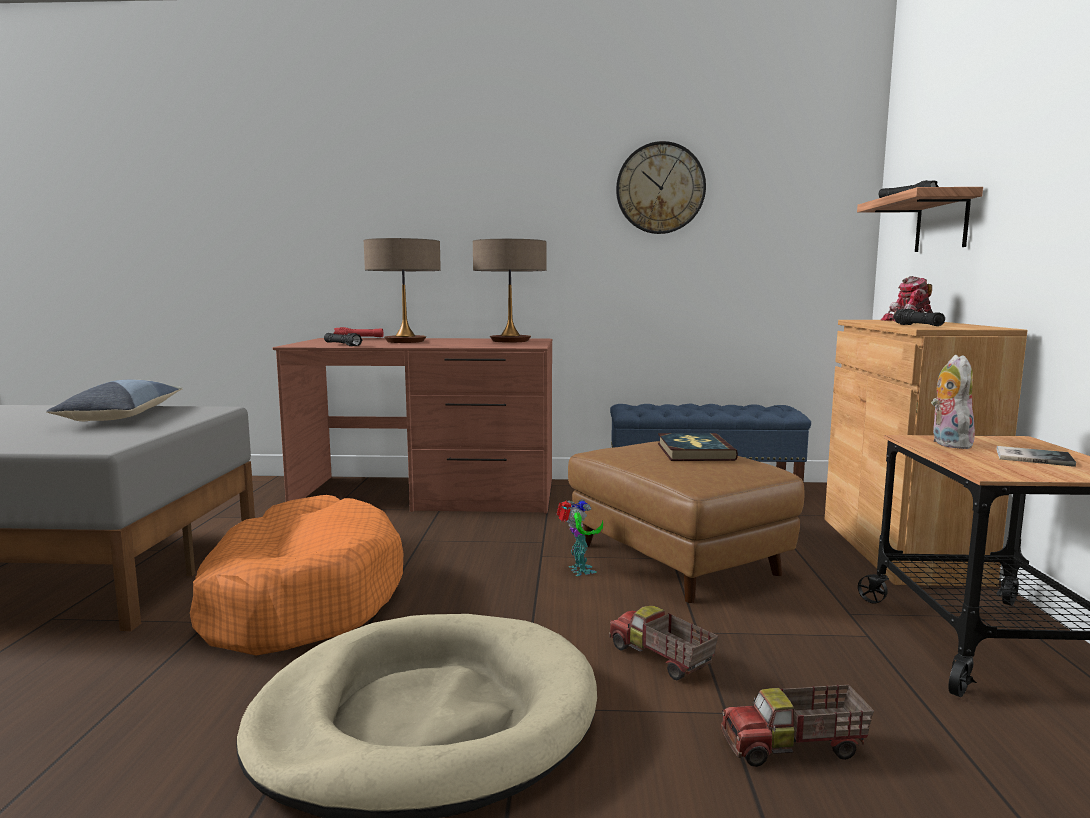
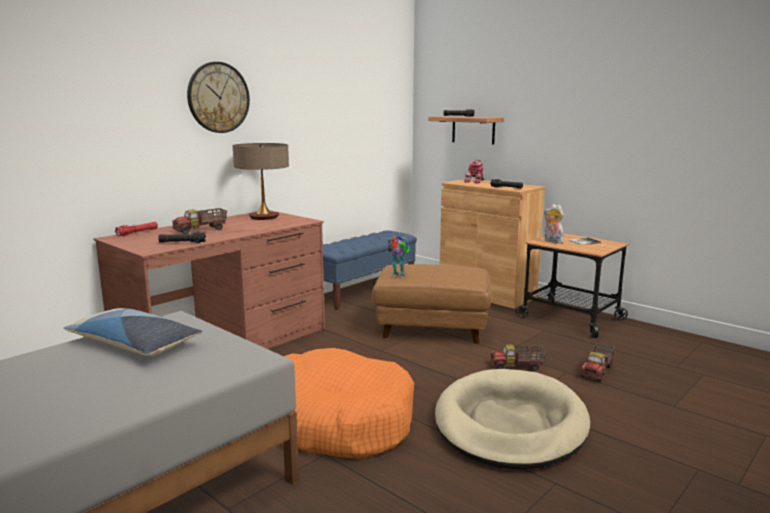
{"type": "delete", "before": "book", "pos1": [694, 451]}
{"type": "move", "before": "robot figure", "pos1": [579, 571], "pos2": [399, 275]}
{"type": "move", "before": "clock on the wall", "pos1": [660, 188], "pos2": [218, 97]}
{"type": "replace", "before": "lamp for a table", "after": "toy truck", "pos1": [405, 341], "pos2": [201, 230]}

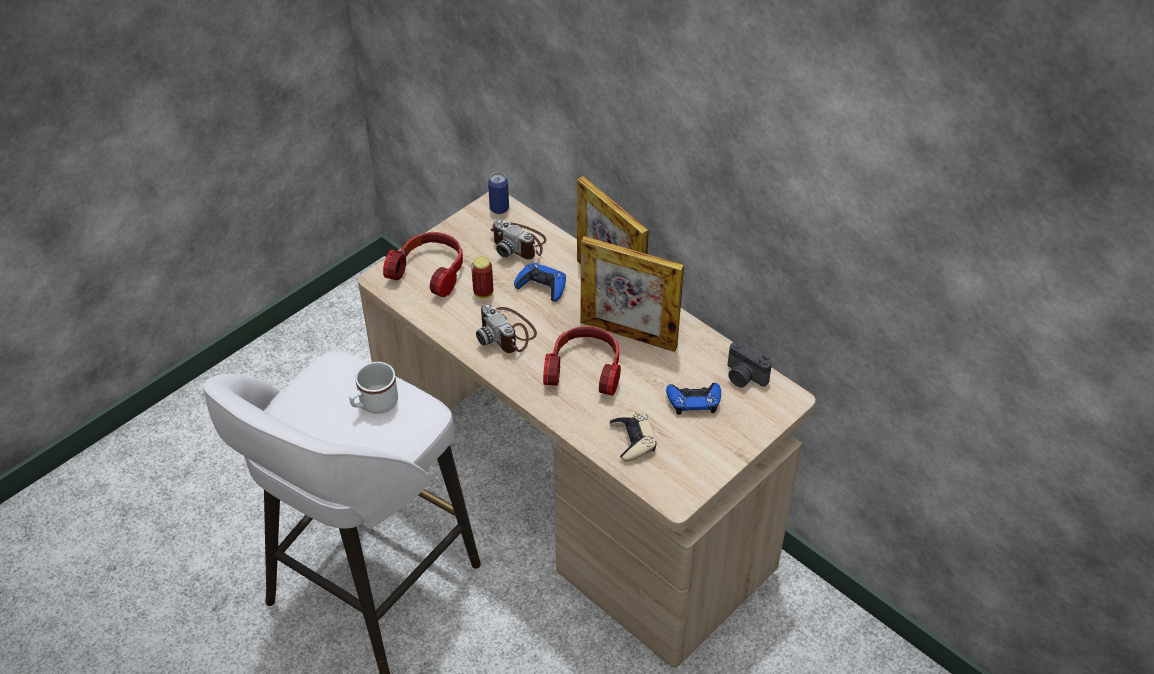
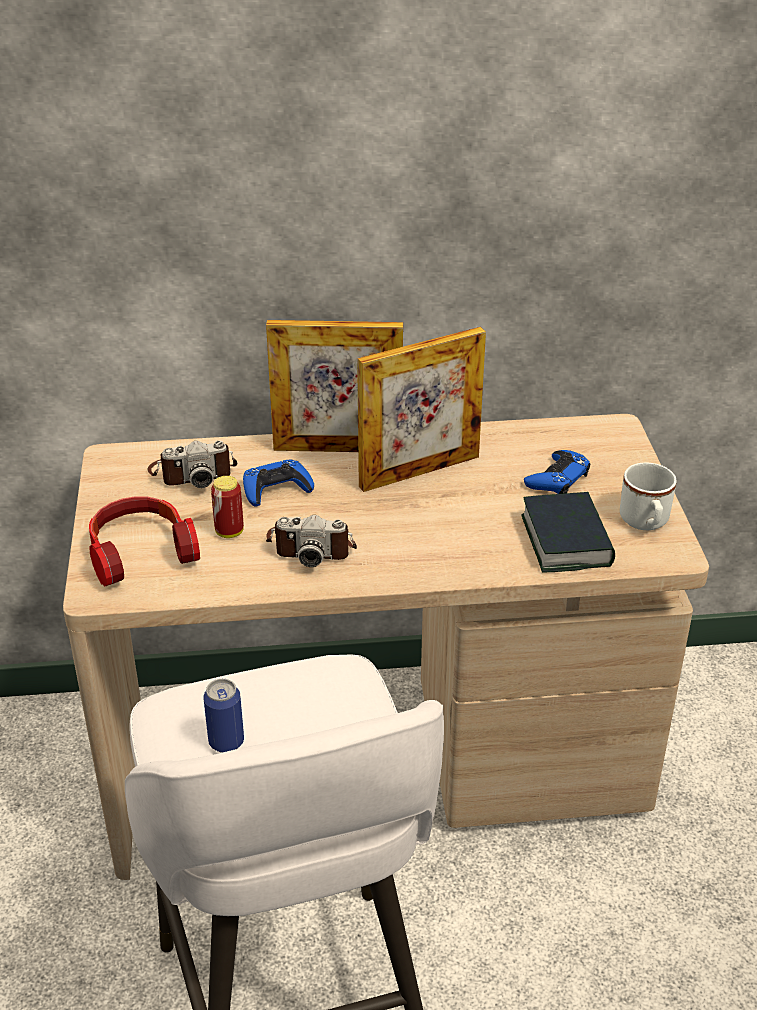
{"type": "delete", "before": "headphones", "pos1": [585, 369]}
{"type": "delete", "before": "photo camera", "pos1": [744, 377]}
{"type": "move", "before": "tea mug (whitish)", "pos1": [374, 405], "pos2": [645, 523]}
{"type": "move", "before": "sealed can", "pos1": [499, 208], "pos2": [226, 742]}
{"type": "replace", "before": "game controller (sand-coloured)", "after": "book", "pos1": [633, 439], "pos2": [566, 540]}

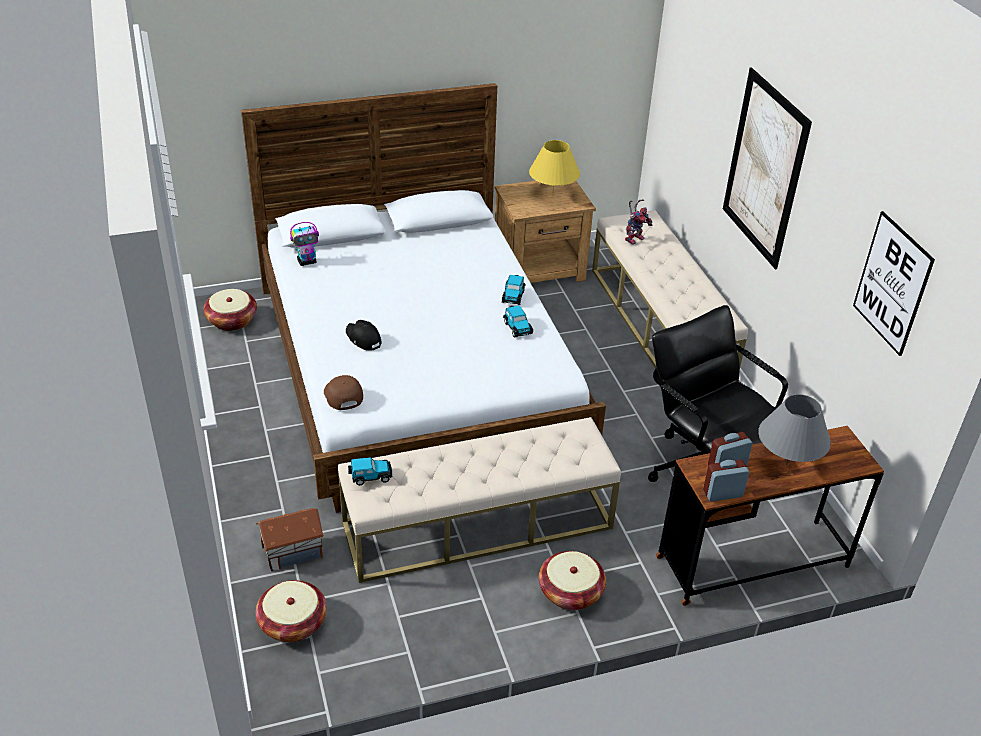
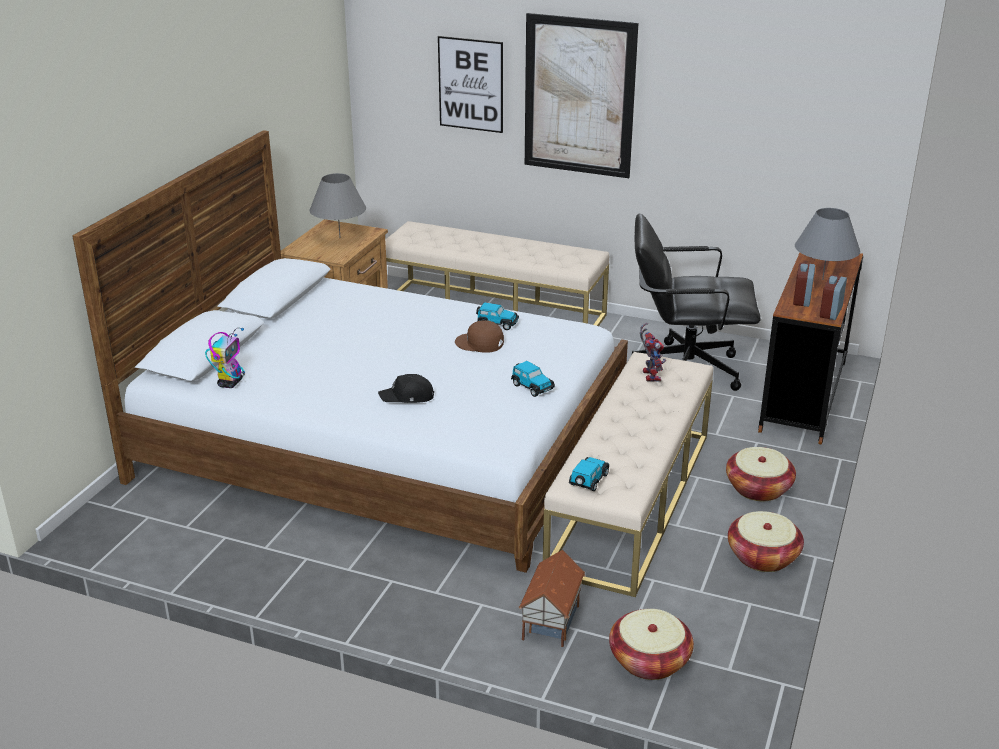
{"type": "move", "before": "storage basket", "pos1": [232, 320], "pos2": [762, 557]}
{"type": "move", "before": "cap (brown)", "pos1": [342, 395], "pos2": [479, 343]}
{"type": "move", "before": "model car", "pos1": [513, 296], "pos2": [532, 387]}
{"type": "move", "before": "robot figure", "pos1": [634, 238], "pos2": [649, 374]}
{"type": "move", "before": "wall picture", "pos1": [892, 283], "pos2": [471, 84]}
{"type": "recolor", "before": "lamp for a table (yellowish)", "after": "lamp for a table (greyish)", "pos1": [552, 196], "pos2": [340, 237]}

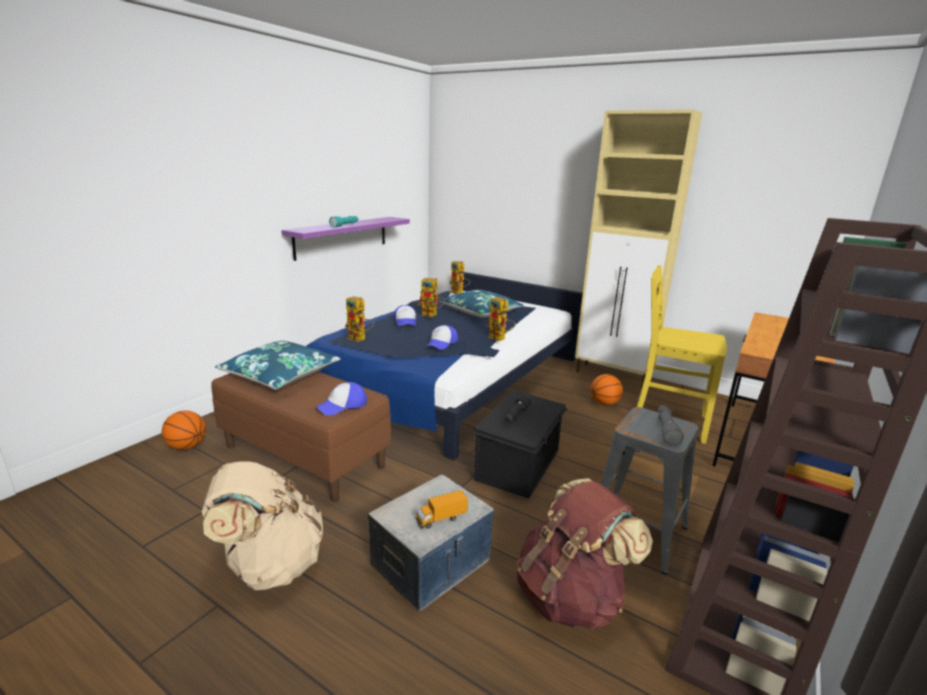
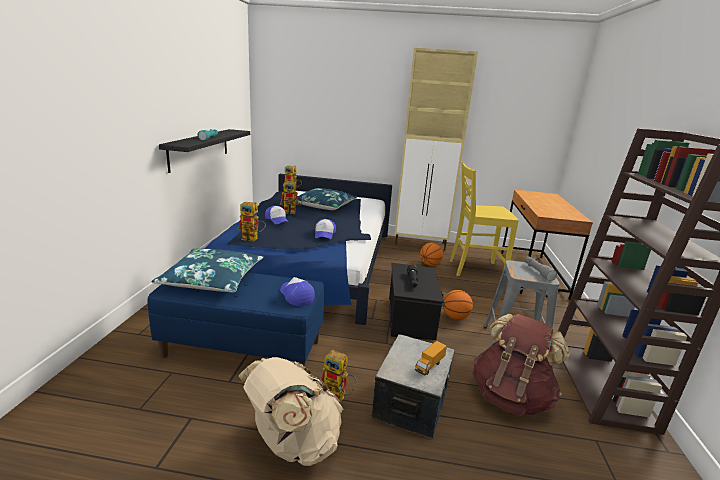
{"type": "move", "before": "basketball ball", "pos1": [187, 446], "pos2": [455, 317]}
{"type": "move", "before": "robot figure", "pos1": [500, 339], "pos2": [338, 398]}
{"type": "recolor", "before": "indoor bench (brown)", "after": "indoor bench (bluish)", "pos1": [305, 456], "pos2": [244, 348]}
{"type": "recolor", "before": "shelf (purple)", "after": "shelf (black-coloured)", "pos1": [342, 237], "pos2": [199, 148]}
{"type": "rotate", "before": "cap", "pos1": [342, 405], "pos2": [296, 296], "turn": 120}

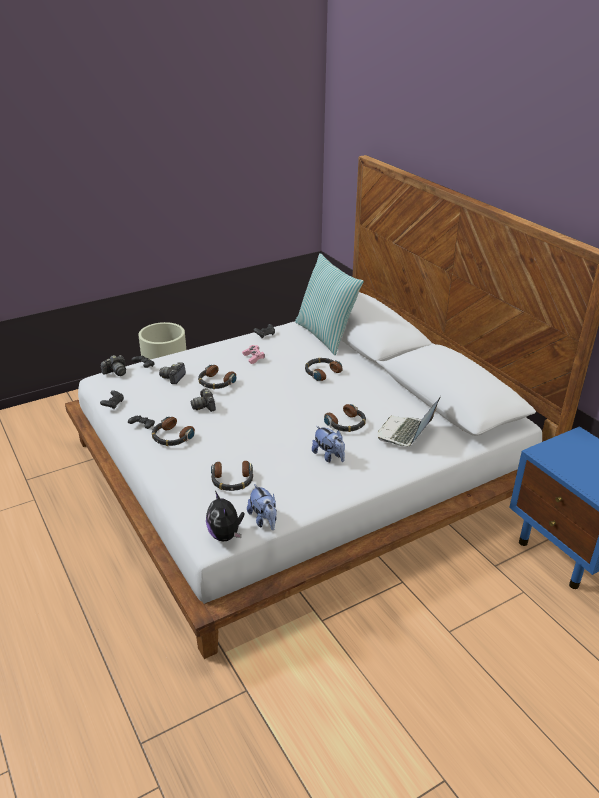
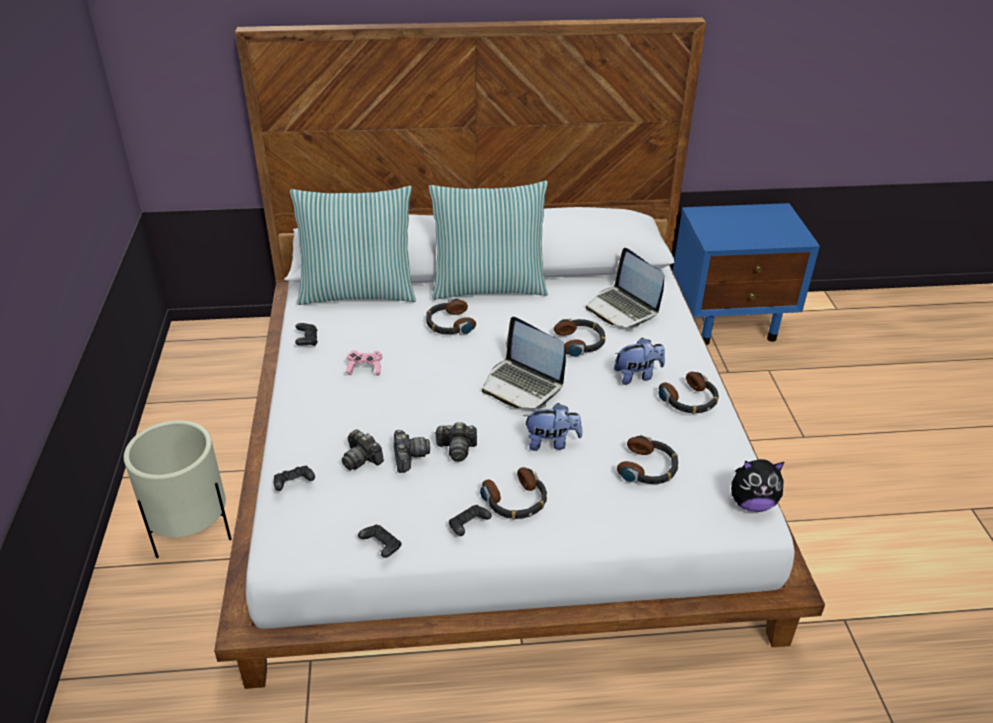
{"type": "insert", "after": "pillow", "pos2": [488, 287]}
{"type": "insert", "after": "laptop", "pos2": [522, 385]}
{"type": "move", "before": "photo camera", "pos1": [116, 372], "pos2": [409, 457]}
{"type": "move", "before": "headphones", "pos1": [216, 382], "pos2": [689, 400]}
{"type": "move", "before": "cuddly toy", "pos1": [264, 520], "pos2": [551, 443]}

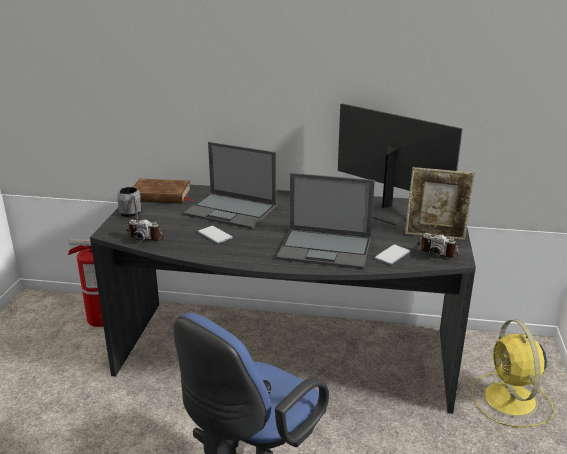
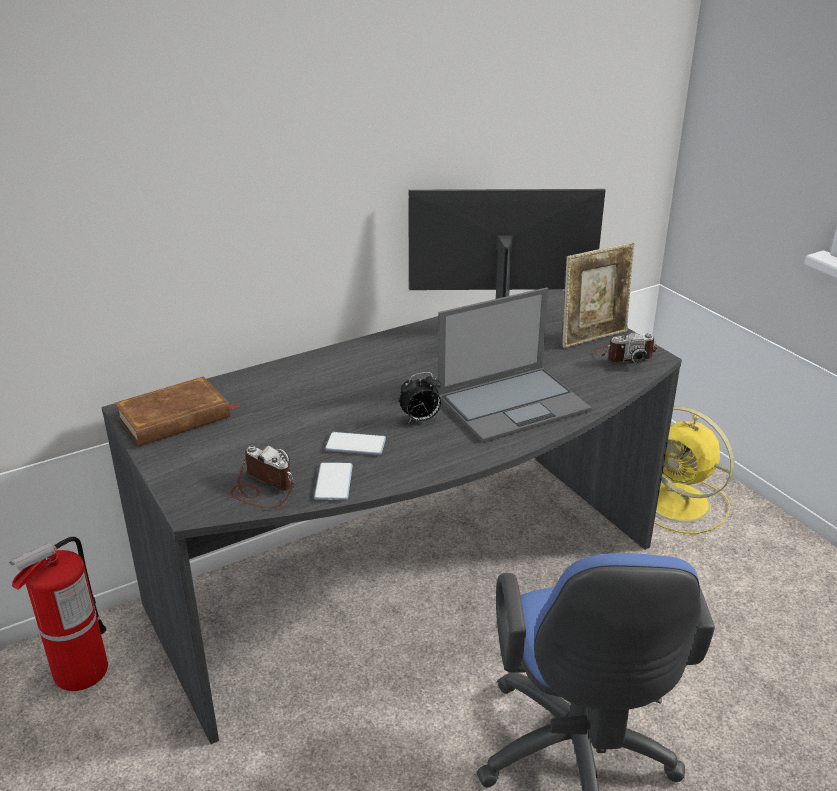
{"type": "delete", "before": "tea mug (greyish)", "pos1": [132, 214]}
{"type": "delete", "before": "laptop", "pos1": [232, 210]}
{"type": "insert", "after": "bedside clock", "pos2": [420, 419]}
{"type": "move", "before": "phone", "pos1": [392, 255], "pos2": [333, 482]}
{"type": "rotate", "before": "photo camera", "pos1": [147, 236], "pos2": [262, 488], "turn": -120}

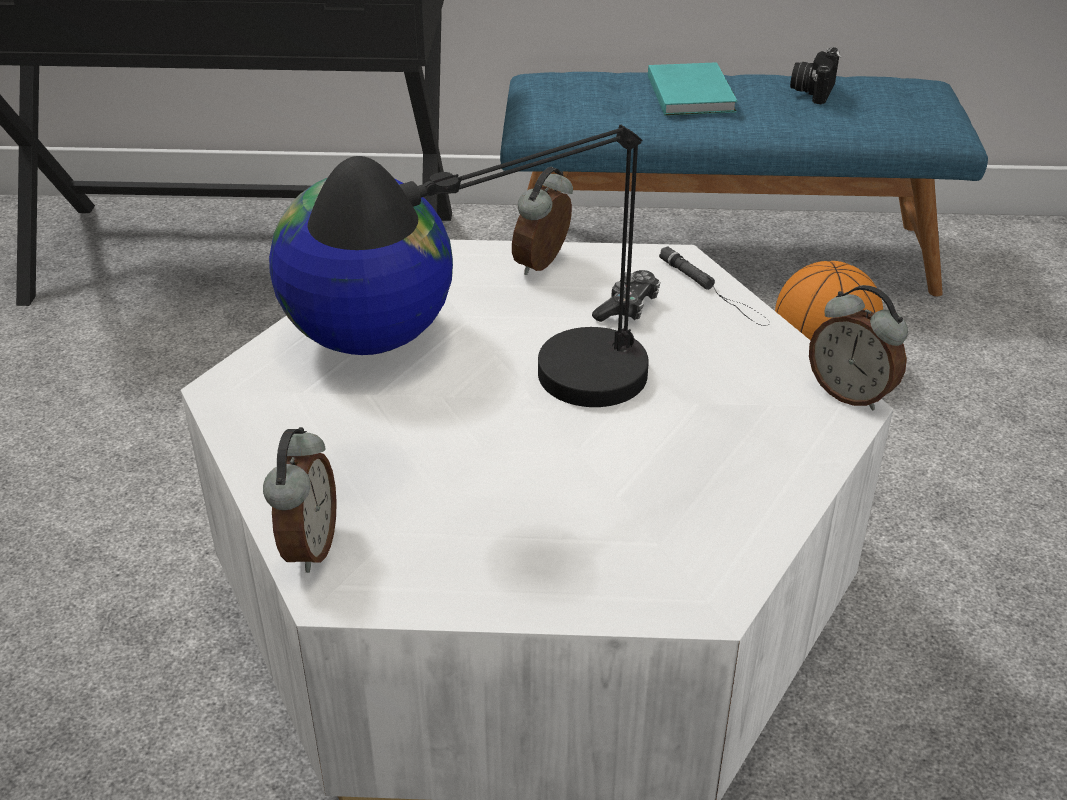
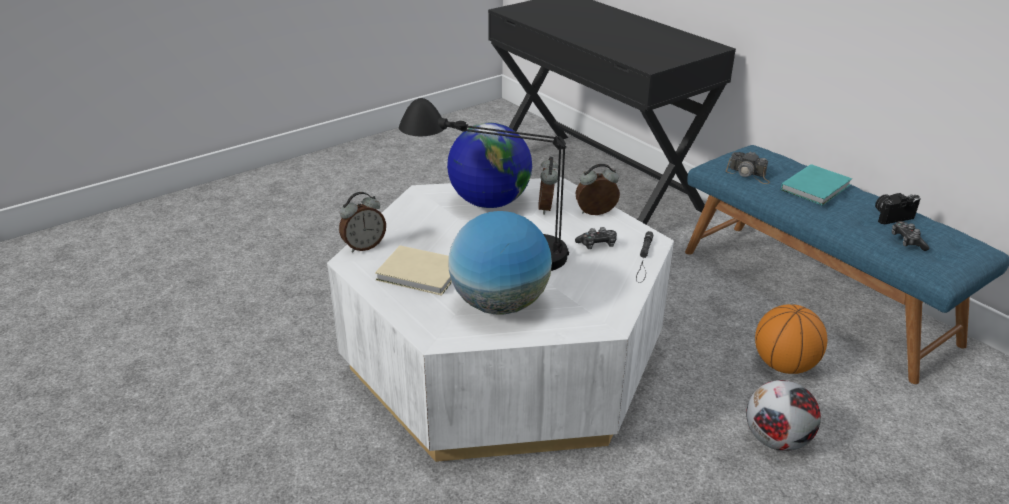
{"type": "insert", "after": "book (sand-coloured)", "pos2": [421, 274]}
{"type": "insert", "after": "desk globe", "pos2": [499, 304]}
{"type": "insert", "after": "photo camera", "pos2": [748, 174]}
{"type": "insert", "after": "football", "pos2": [776, 441]}
{"type": "insert", "after": "game controller", "pos2": [907, 241]}
{"type": "move", "before": "bedside clock", "pos1": [851, 394], "pos2": [547, 208]}

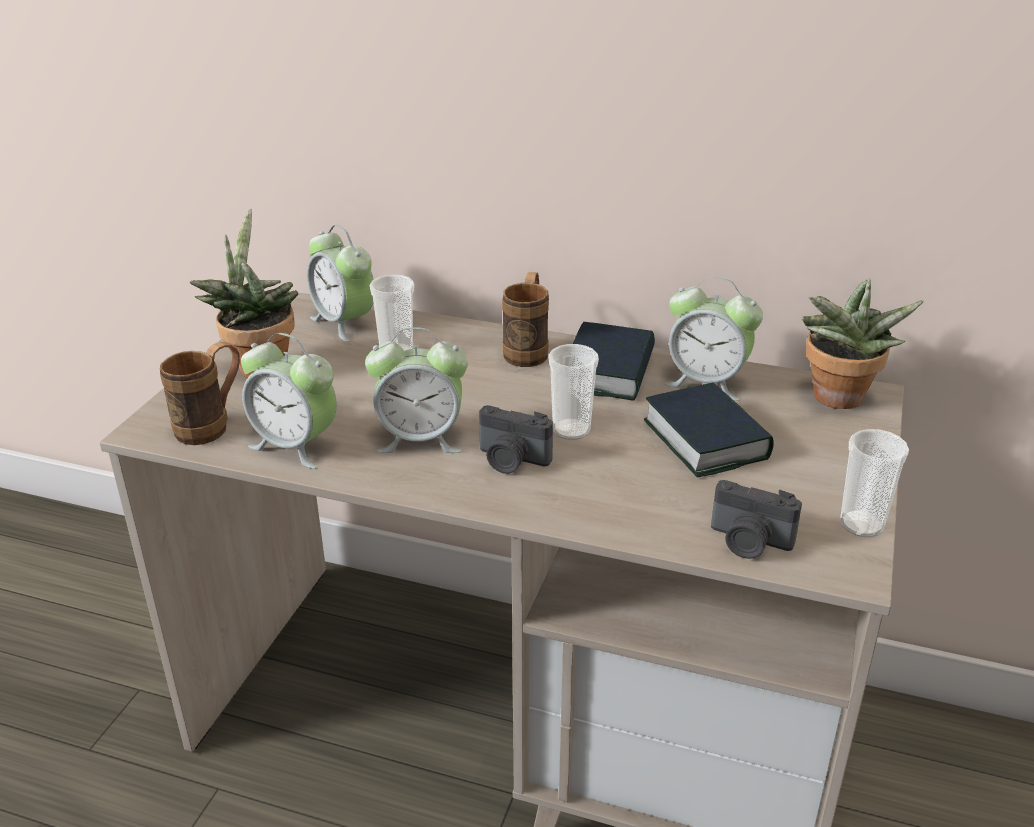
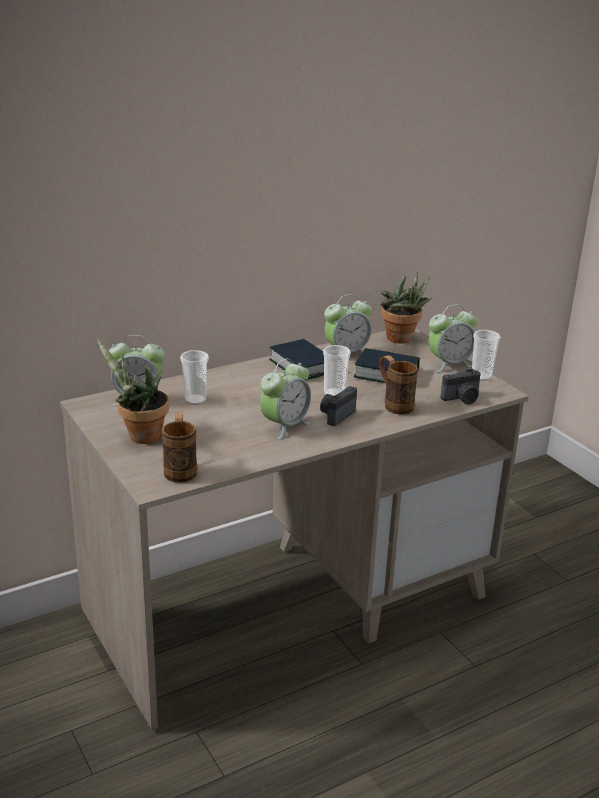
{"type": "move", "before": "bedside clock", "pos1": [295, 446], "pos2": [449, 364]}
{"type": "move", "before": "tea mug (brown)", "pos1": [528, 350], "pos2": [394, 404]}
{"type": "rotate", "before": "photo camera", "pos1": [511, 460], "pos2": [336, 415], "turn": 150}

